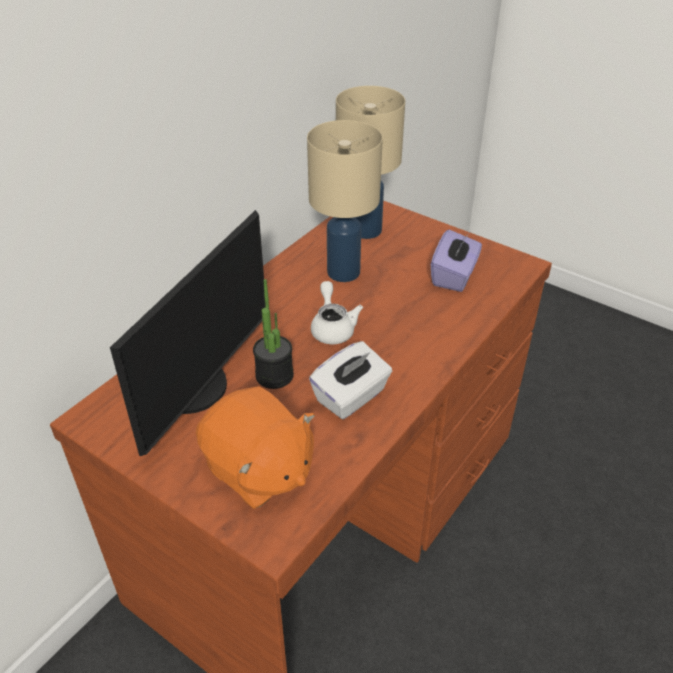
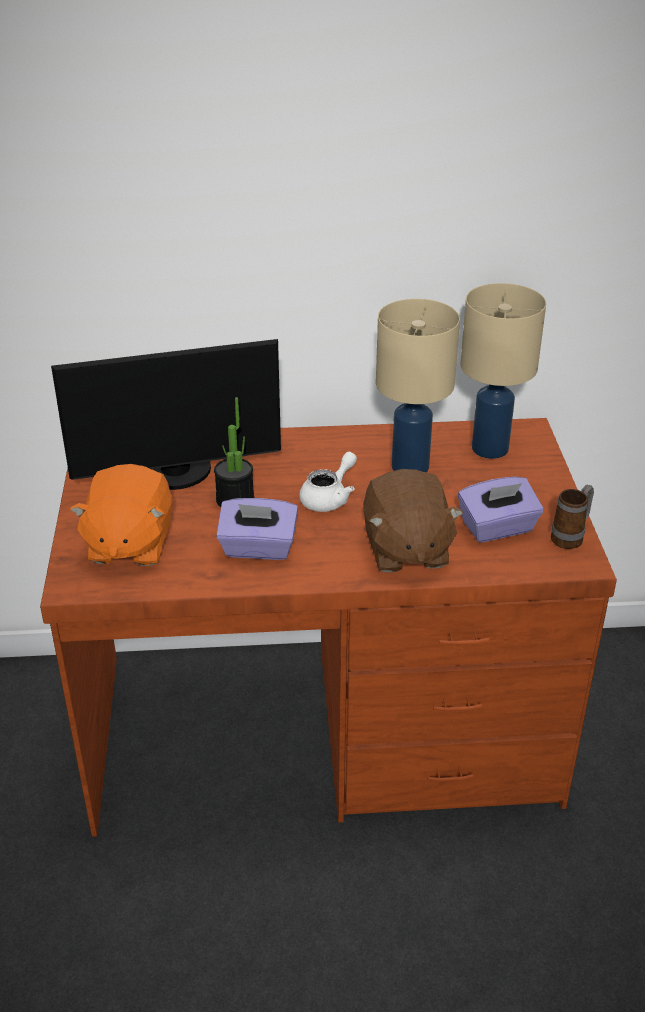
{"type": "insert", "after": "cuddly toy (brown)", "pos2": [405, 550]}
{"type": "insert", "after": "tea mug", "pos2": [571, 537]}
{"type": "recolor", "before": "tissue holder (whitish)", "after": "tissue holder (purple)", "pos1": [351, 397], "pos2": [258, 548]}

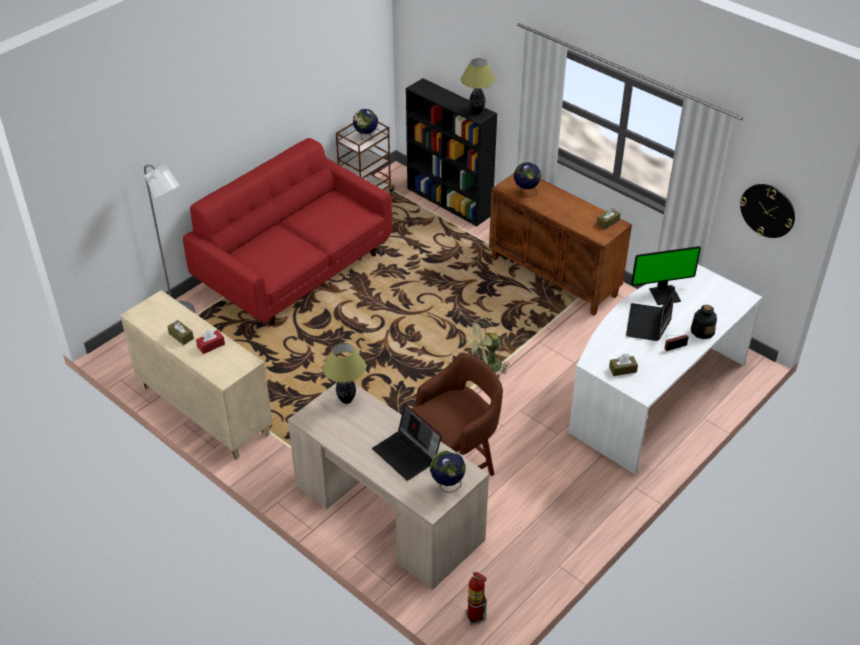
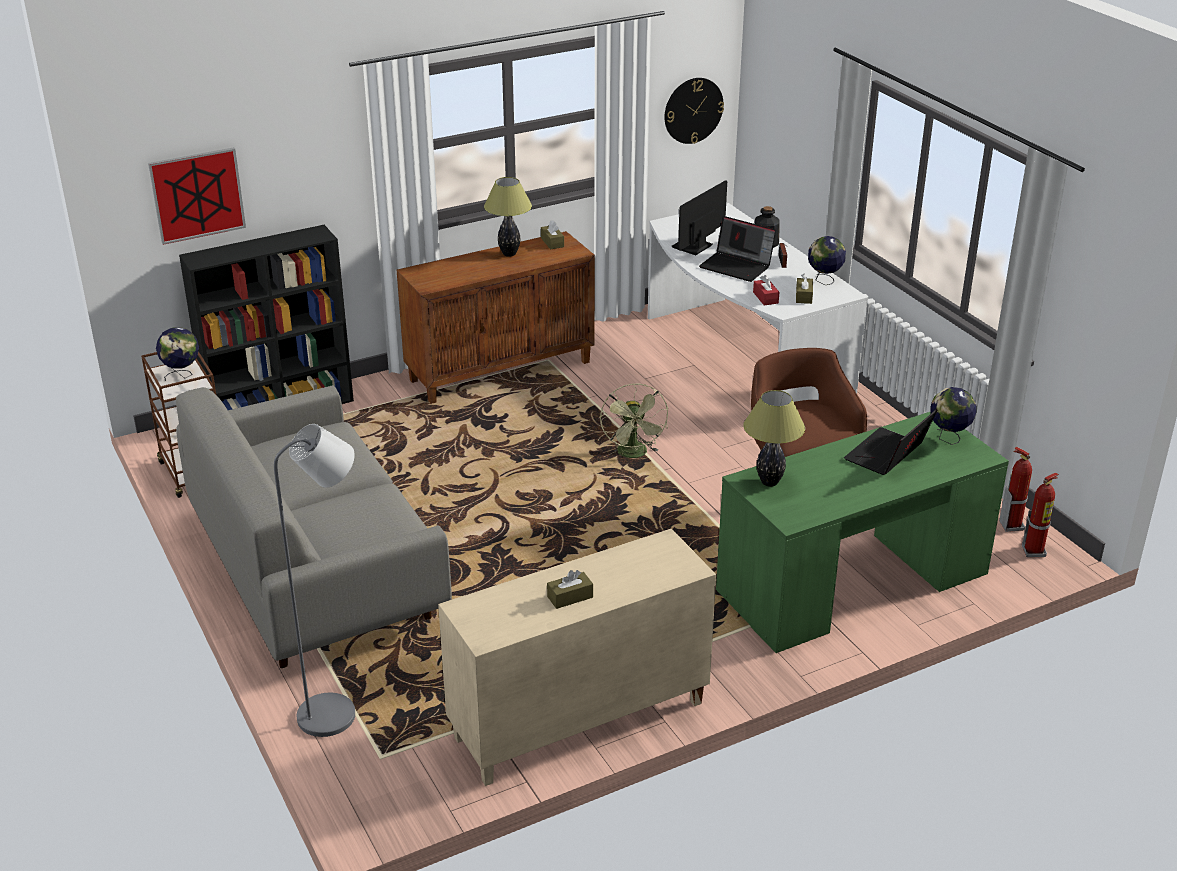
{"type": "insert", "after": "wall picture", "pos2": [197, 195]}
{"type": "insert", "after": "extinguisher", "pos2": [1011, 525]}
{"type": "move", "before": "tissue holder (red)", "pos1": [211, 345], "pos2": [765, 298]}
{"type": "move", "before": "lamp for a table", "pos1": [476, 112], "pos2": [509, 254]}
{"type": "move", "before": "desk globe", "pos1": [526, 192], "pos2": [824, 281]}
{"type": "recolor", "before": "couch (red)", "after": "couch (greyish)", "pos1": [295, 270], "pos2": [317, 573]}
{"type": "recolor", "before": "desk table (sand-coloured)", "after": "desk table (green-coloured)", "pos1": [388, 511], "pos2": [851, 581]}
{"type": "rotate", "before": "laptop", "pos1": [407, 454], "pos2": [888, 455], "turn": 150}
{"type": "rotate", "before": "computer display", "pos1": [664, 294], "pos2": [693, 247], "turn": -150}

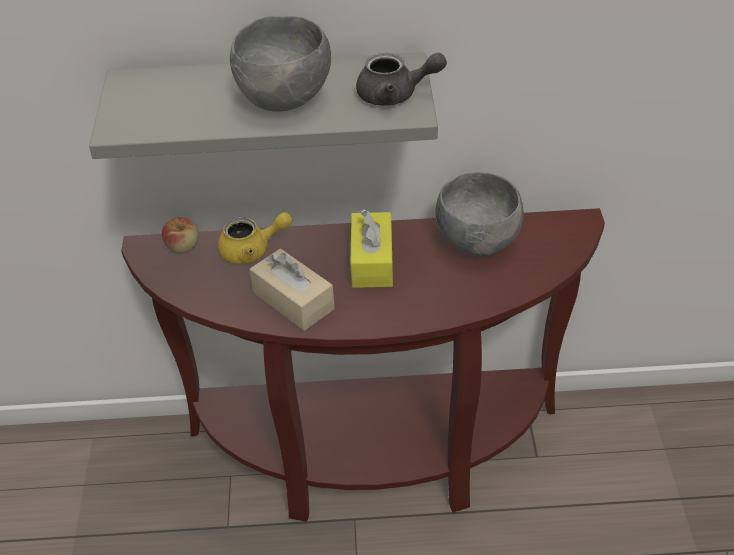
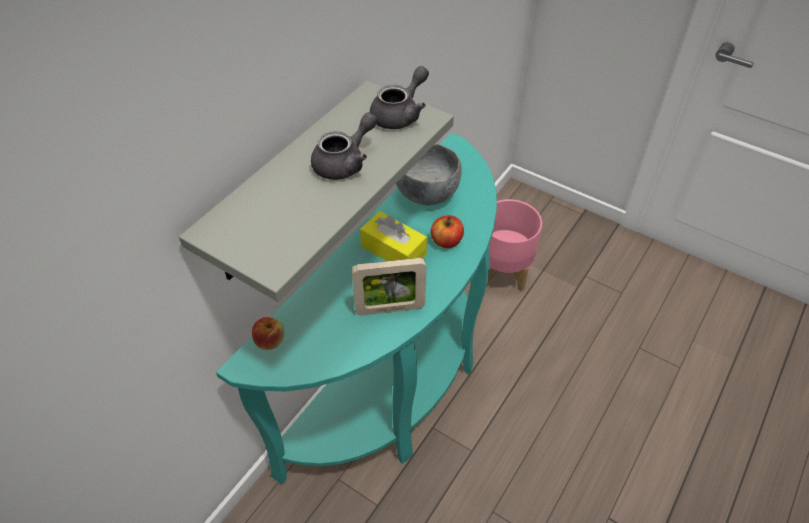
{"type": "delete", "before": "tea pot (yellowish)", "pos1": [252, 250]}
{"type": "insert", "after": "apple", "pos2": [446, 241]}
{"type": "insert", "after": "planter (pink-coloured)", "pos2": [503, 273]}
{"type": "replace", "before": "deep dish (greyish)", "after": "tea pot (greyish)", "pos1": [285, 99], "pos2": [345, 162]}
{"type": "replace", "before": "tissue holder (sand-coloured)", "after": "photo frame", "pos1": [293, 300], "pos2": [390, 309]}
{"type": "recolor", "before": "console table (brown)", "after": "console table (turquoise)", "pos1": [374, 456], "pos2": [397, 387]}

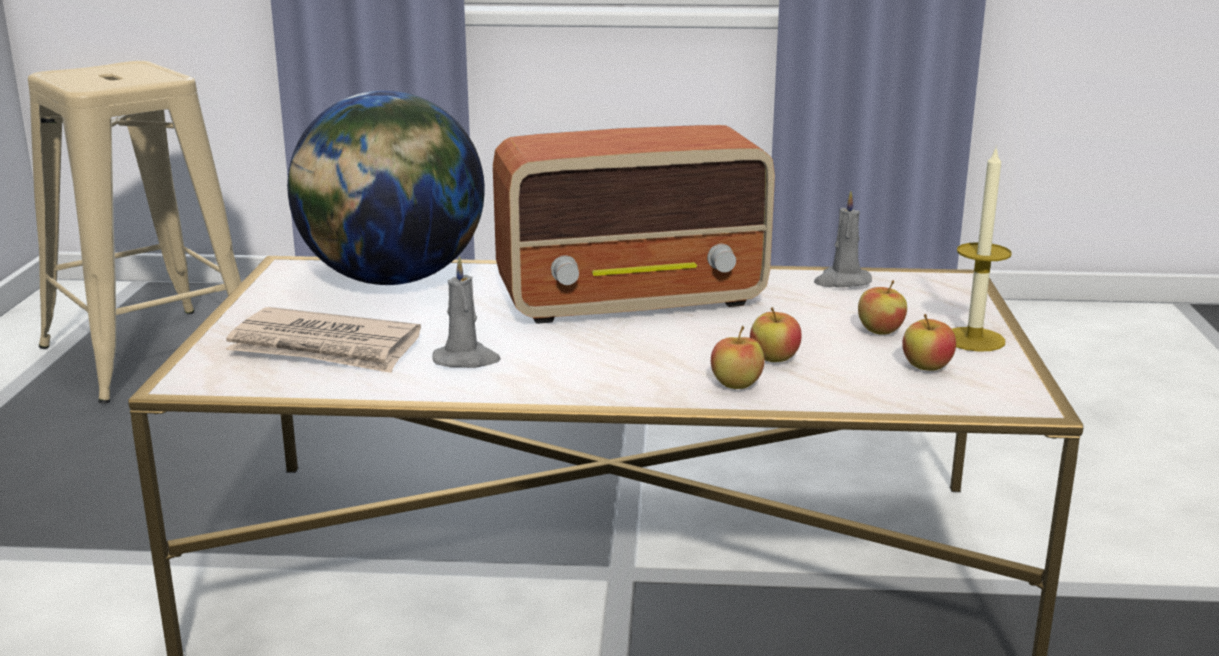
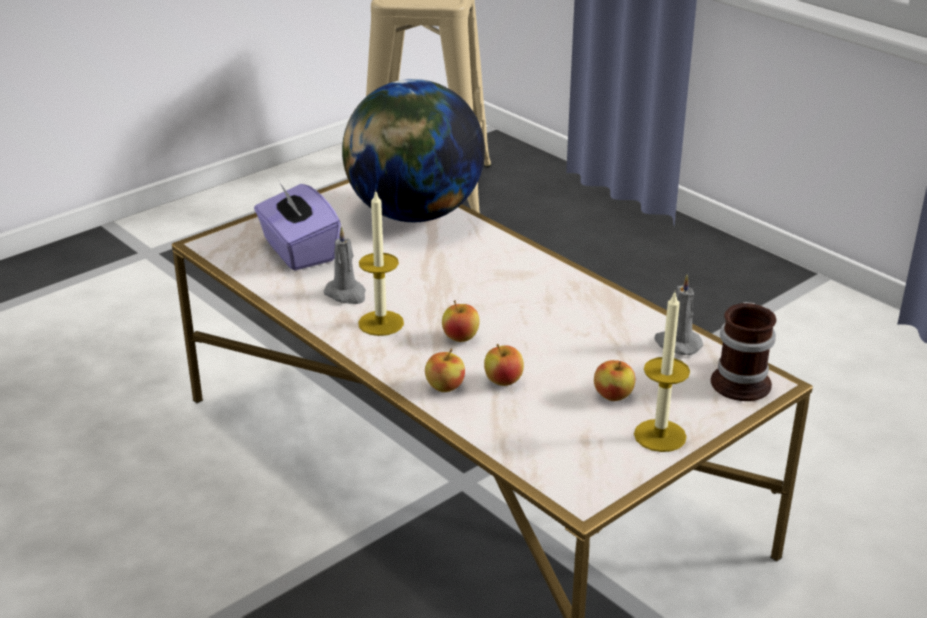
{"type": "delete", "before": "radio receiver", "pos1": [634, 300]}
{"type": "insert", "after": "wax candle", "pos2": [381, 323]}
{"type": "insert", "after": "tea mug", "pos2": [743, 380]}
{"type": "move", "before": "apple", "pos1": [927, 367], "pos2": [460, 338]}
{"type": "replace", "before": "printed paper", "after": "tissue holder (purple)", "pos1": [325, 348], "pos2": [298, 251]}

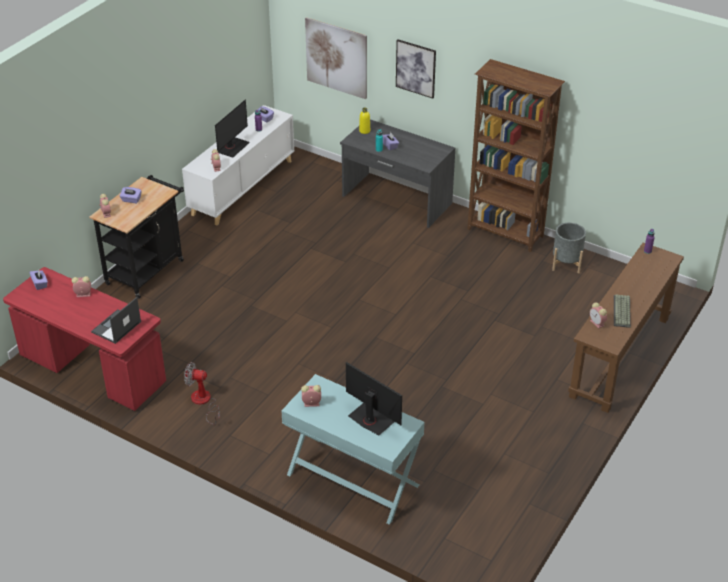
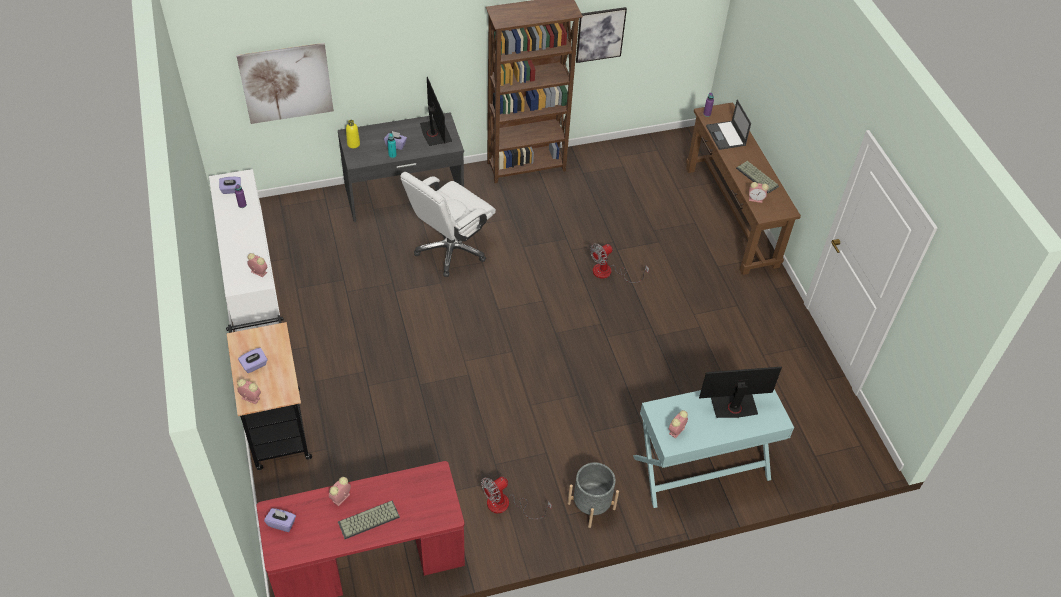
{"type": "insert", "after": "keyboard", "pos2": [368, 521]}
{"type": "insert", "after": "office chair (whitish)", "pos2": [450, 250]}
{"type": "insert", "after": "cooling fan", "pos2": [609, 273]}
{"type": "move", "before": "laptop", "pos1": [116, 327], "pos2": [726, 136]}
{"type": "move", "before": "computer display", "pos1": [232, 147], "pos2": [435, 133]}
{"type": "move", "before": "wall picture", "pos1": [416, 68], "pos2": [600, 34]}
{"type": "move", "before": "planter (greyish)", "pos1": [566, 263], "pos2": [591, 506]}

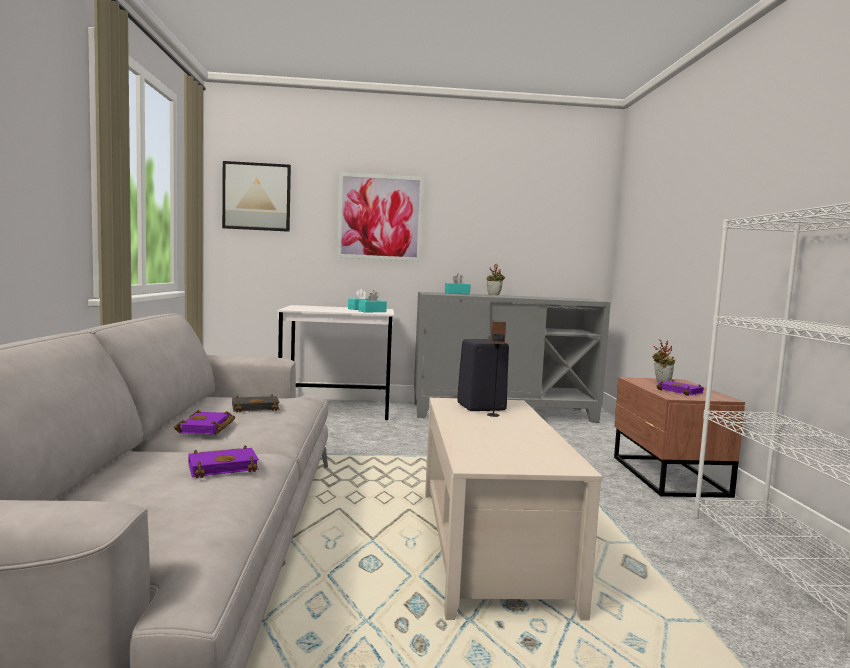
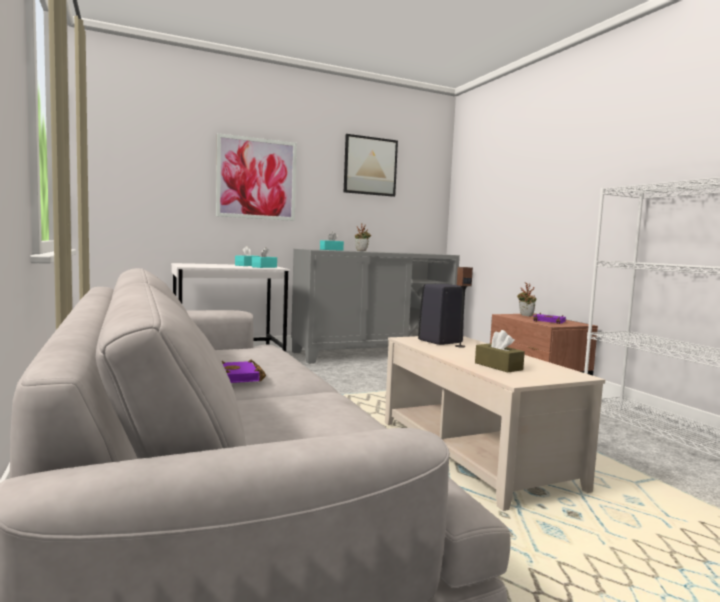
{"type": "delete", "before": "book (purple)", "pos1": [224, 467]}
{"type": "delete", "before": "book (black-coloured)", "pos1": [256, 407]}
{"type": "insert", "after": "tissue holder (brown)", "pos2": [498, 366]}
{"type": "move", "before": "wall picture", "pos1": [256, 196], "pos2": [370, 166]}

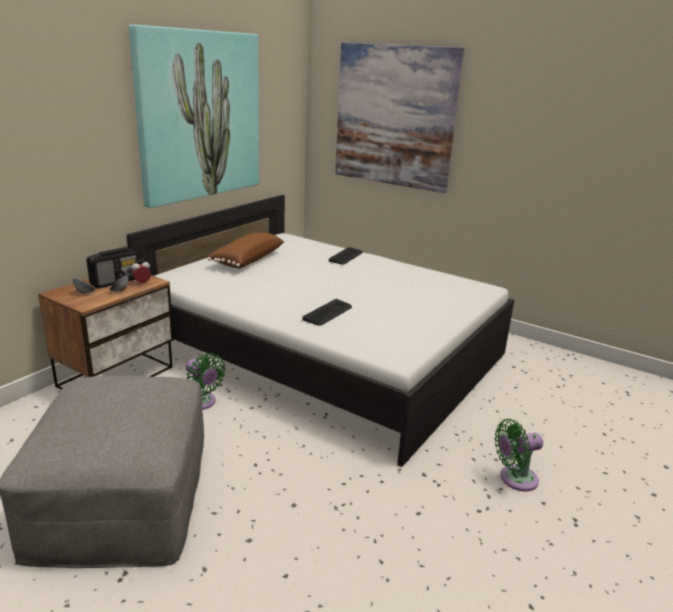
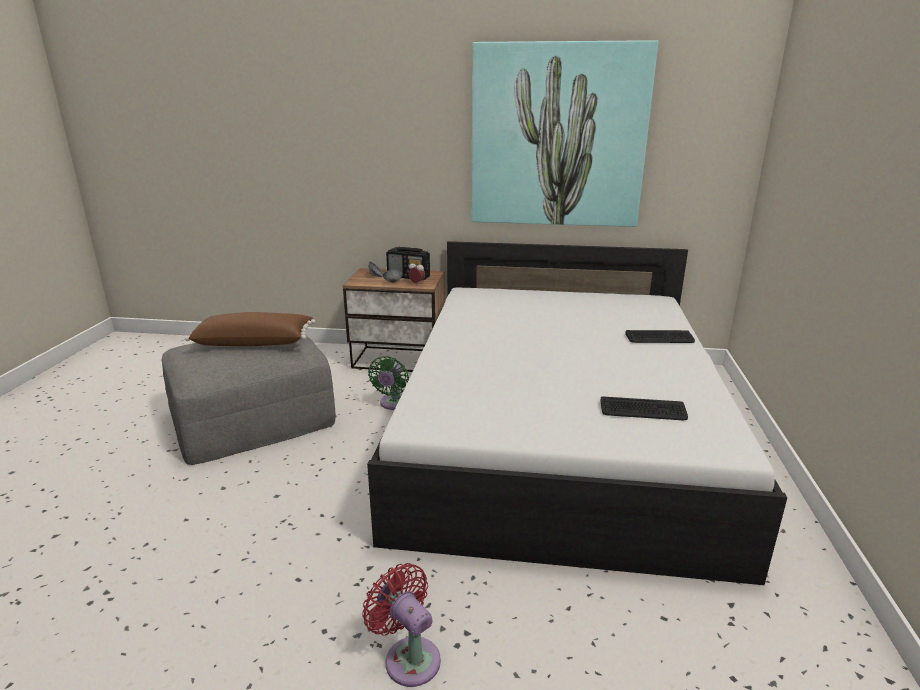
{"type": "delete", "before": "wall picture", "pos1": [394, 116]}
{"type": "move", "before": "pillow (brown)", "pos1": [246, 260], "pos2": [254, 342]}
{"type": "move", "before": "keyboard", "pos1": [328, 313], "pos2": [643, 410]}
{"type": "recolor", "before": "cooling fan (green-coloured)", "after": "cooling fan (red)", "pos1": [515, 479], "pos2": [409, 657]}

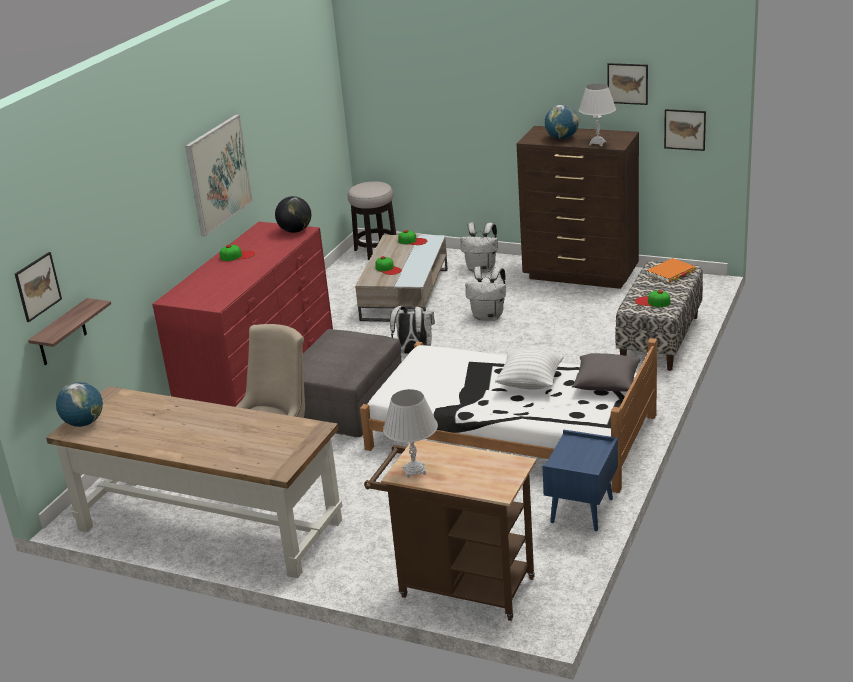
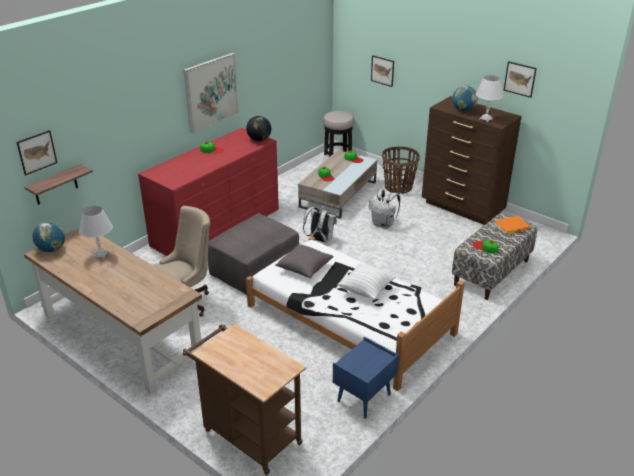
{"type": "move", "before": "lamp for a table (whitish)", "pos1": [414, 471], "pos2": [101, 254]}
{"type": "move", "before": "pillow (greyish)", "pos1": [606, 384], "pos2": [304, 268]}
{"type": "move", "before": "wall picture", "pos1": [685, 129], "pos2": [382, 71]}
{"type": "replace", "before": "rucksack (whitish)", "after": "storage basket", "pos1": [482, 269], "pos2": [398, 187]}

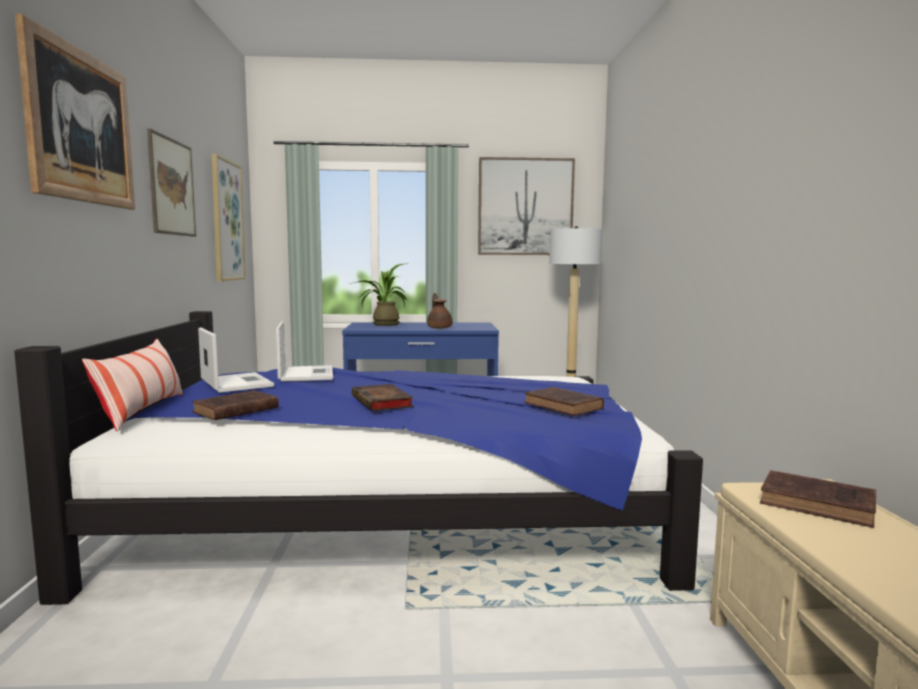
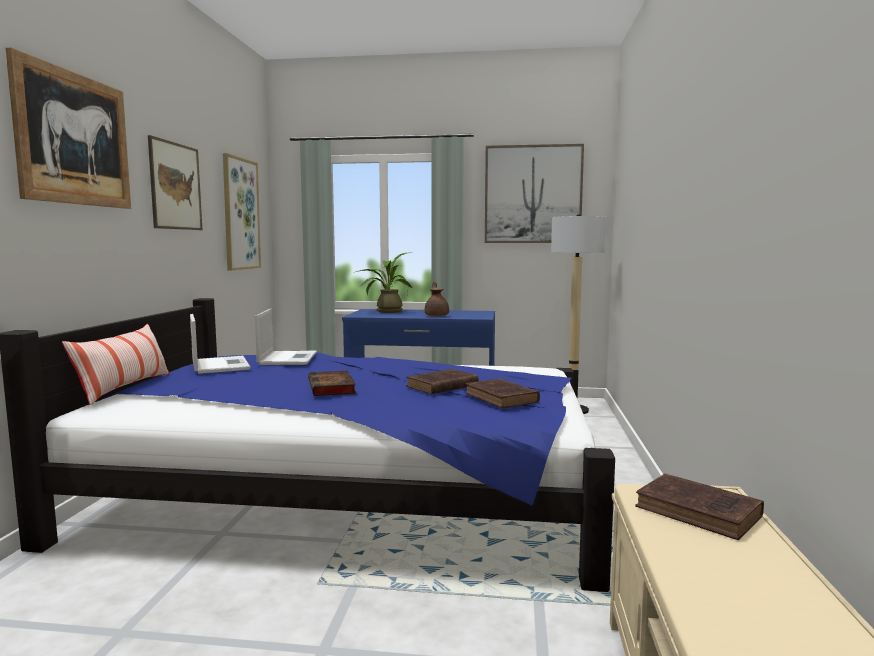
{"type": "move", "before": "book (brown)", "pos1": [234, 410], "pos2": [440, 386]}

